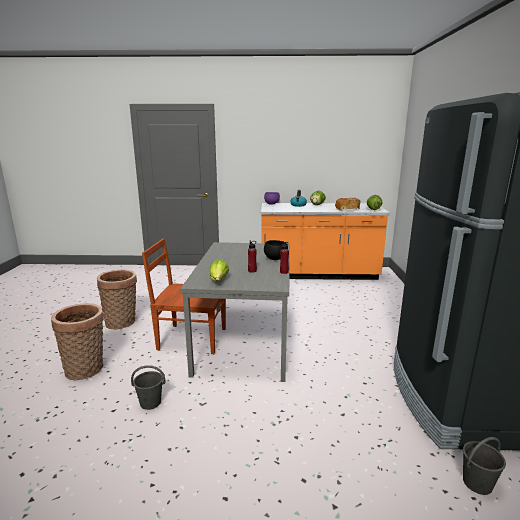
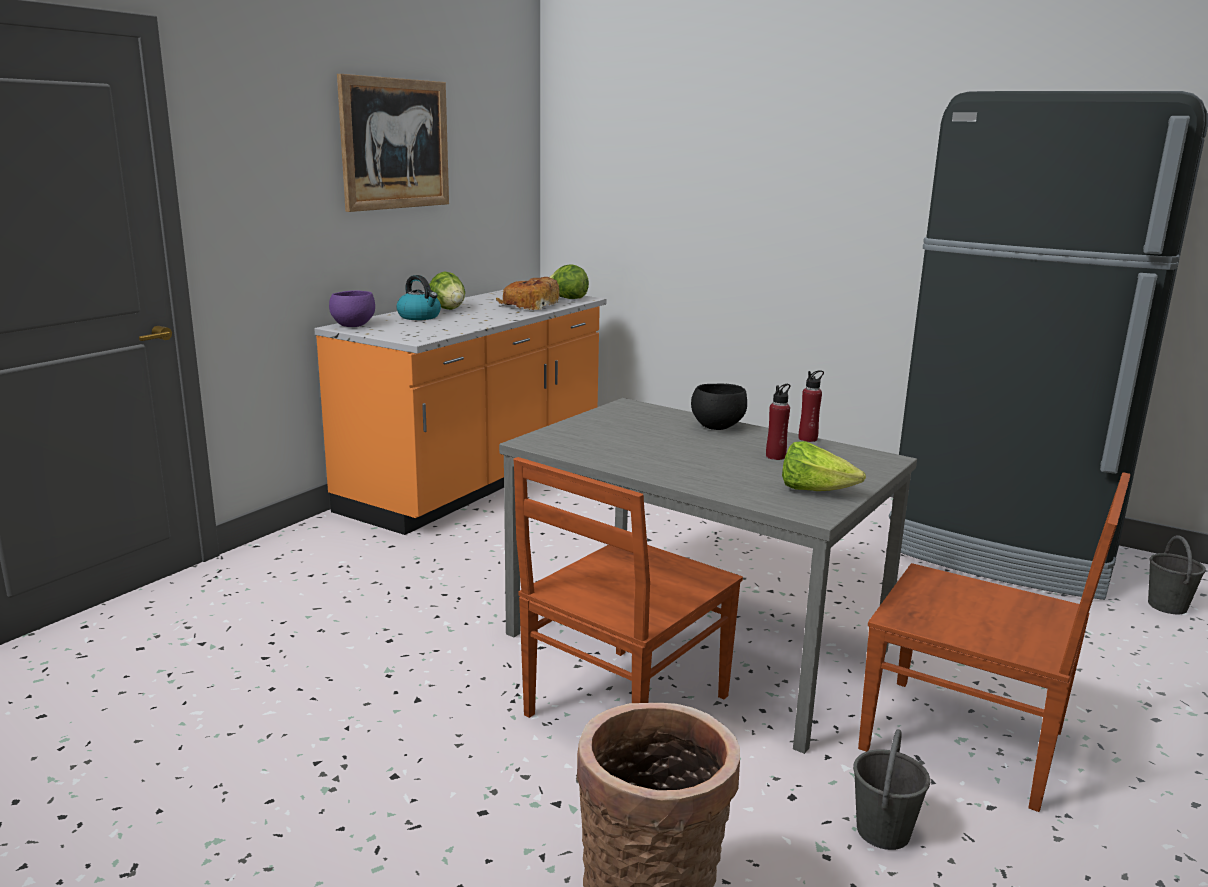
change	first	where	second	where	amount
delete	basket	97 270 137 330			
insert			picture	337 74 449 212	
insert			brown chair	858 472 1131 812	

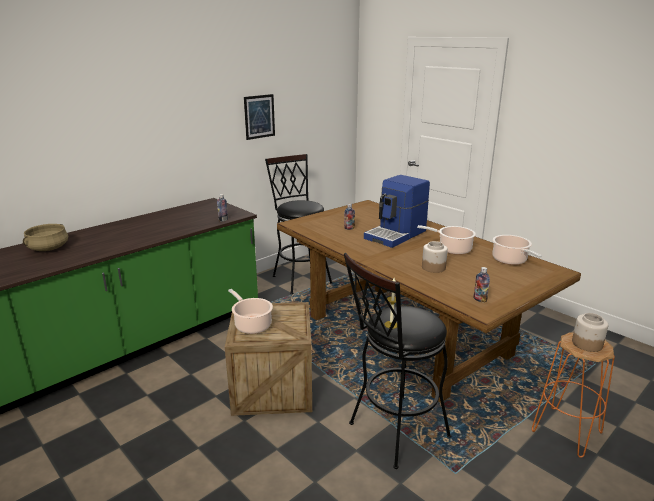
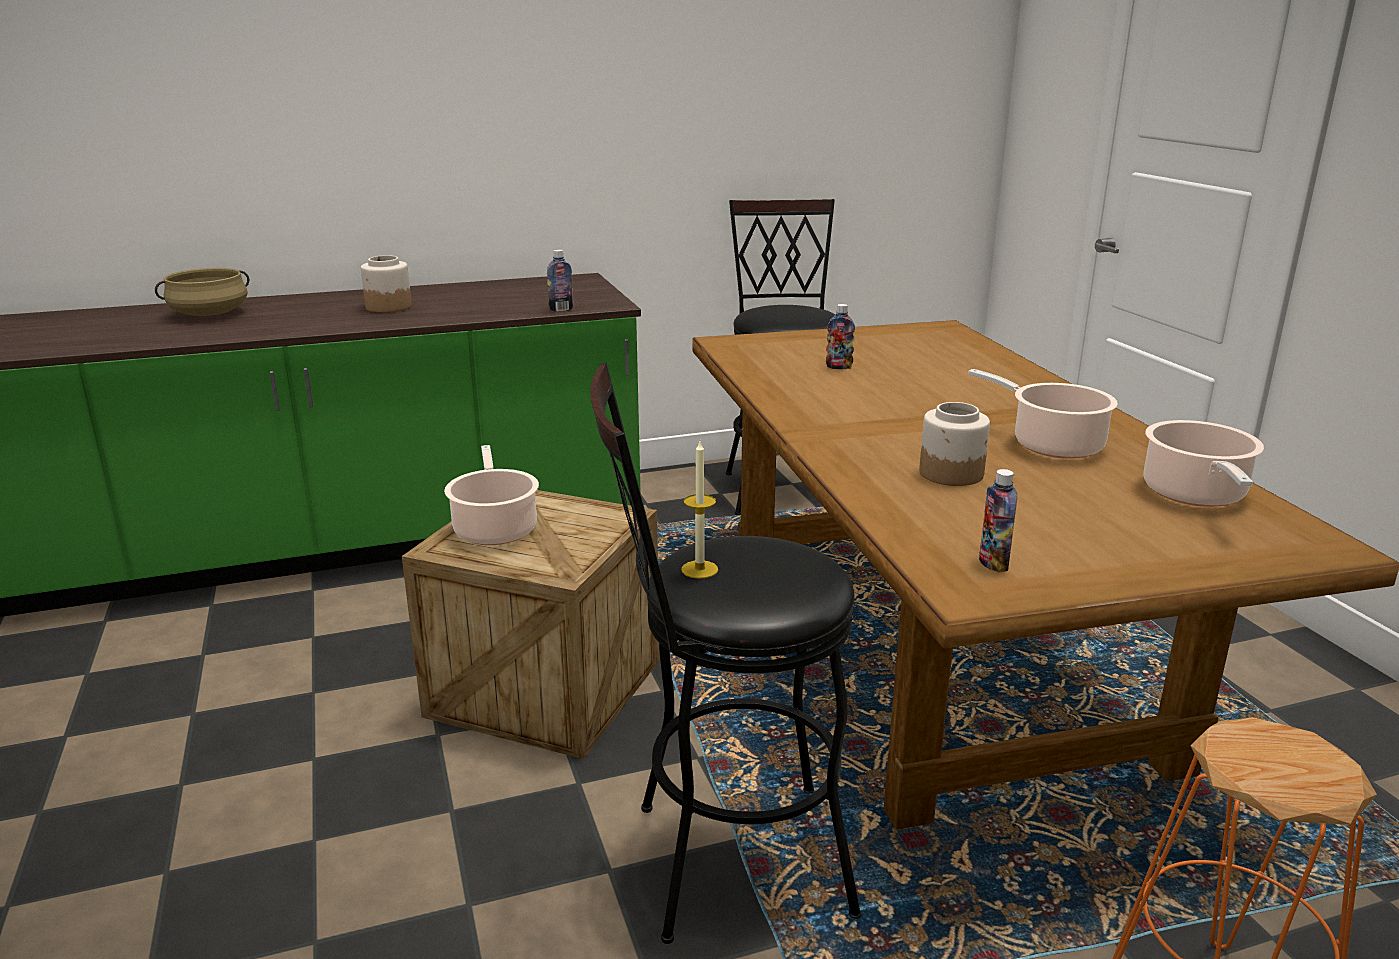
change	first	where	second	where	amount
delete	picture	244 94 275 140			
delete	coffee machine	364 175 430 248			
move	jar	572 313 608 352		361 255 412 313	

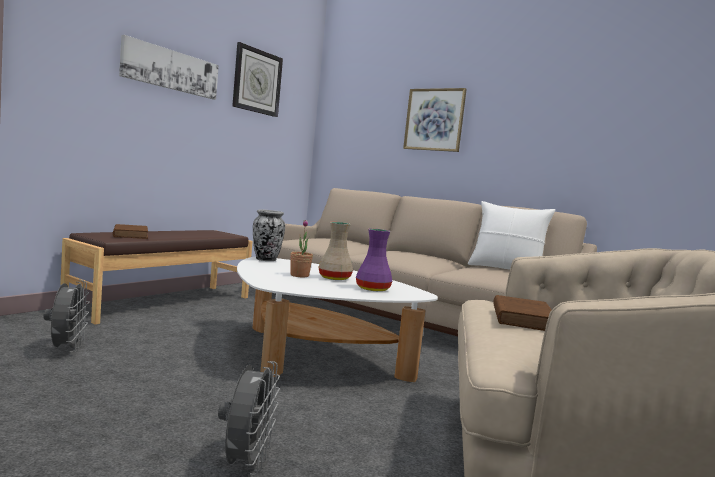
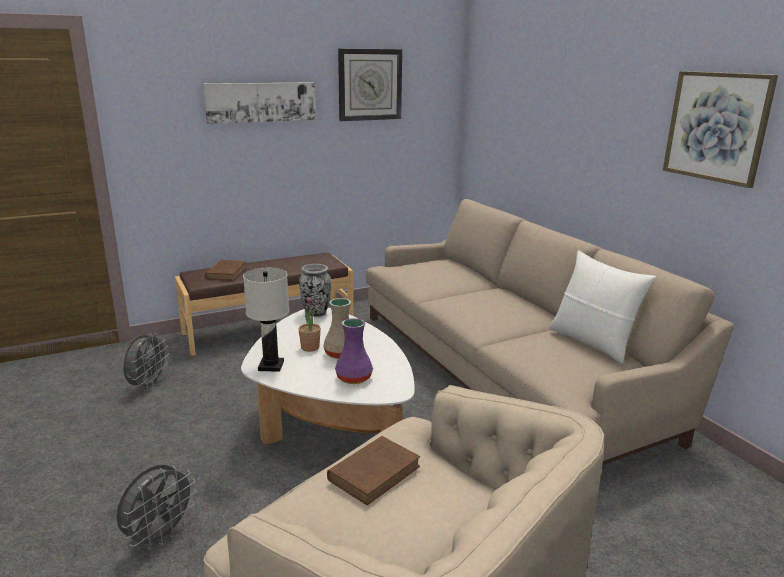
change	first	where	second	where	amount
move	picture	403 88 467 152		663 71 778 188	
insert			white table lamp	243 268 289 372	

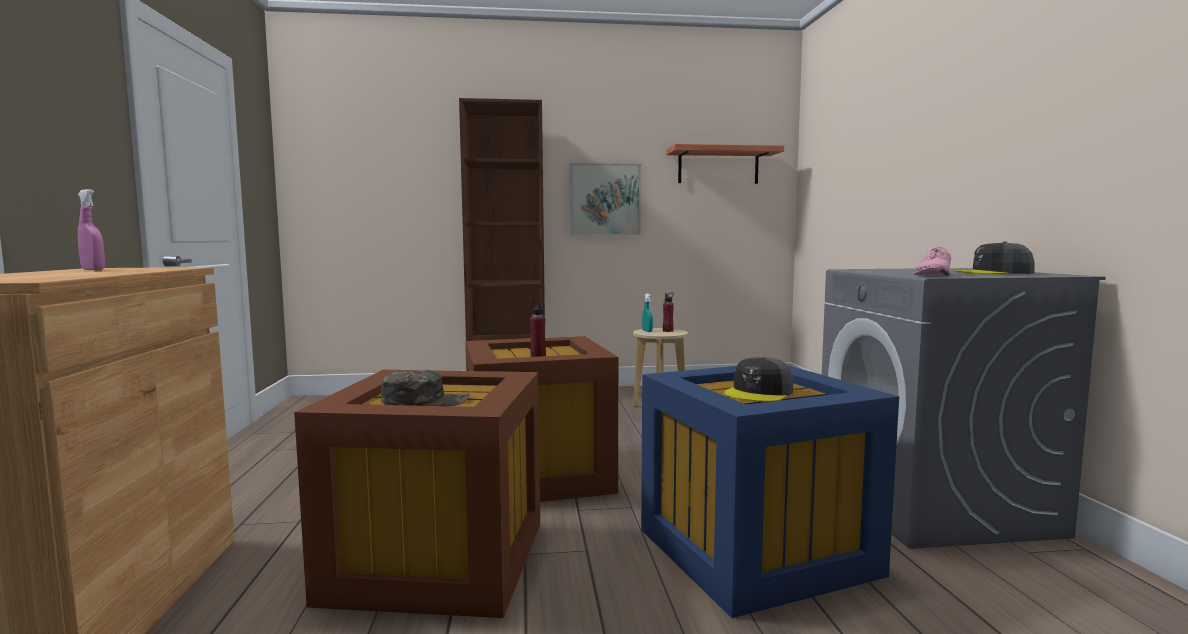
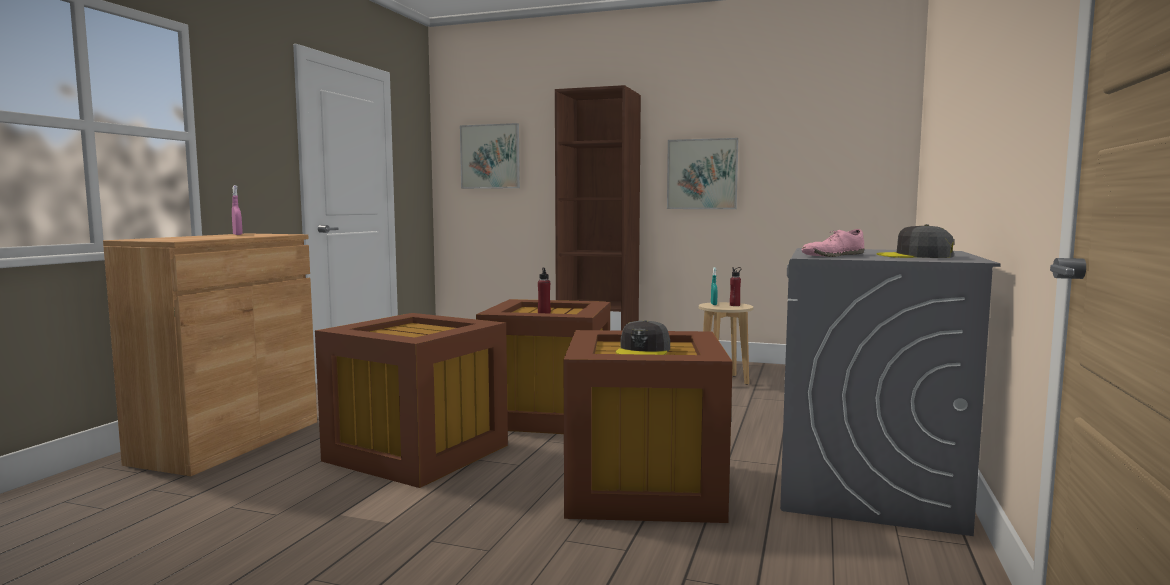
change	first	where	second	where	amount
delete	green cap	381 370 470 406			
recolor	blue storage box	641 365 899 618	brown storage box	564 330 733 523	
delete	shelf	666 144 784 184			
rotate	grey cap	724 357 793 402		616 320 670 355	45 degrees counterclockwise
insert			picture	460 123 520 189	

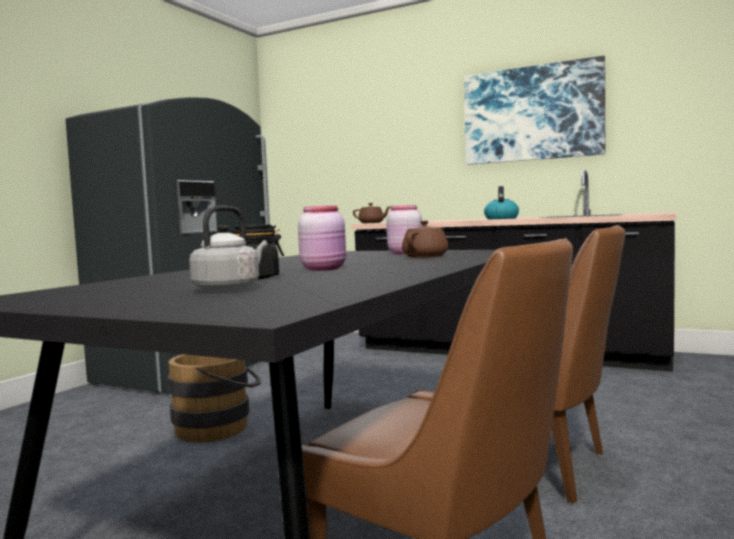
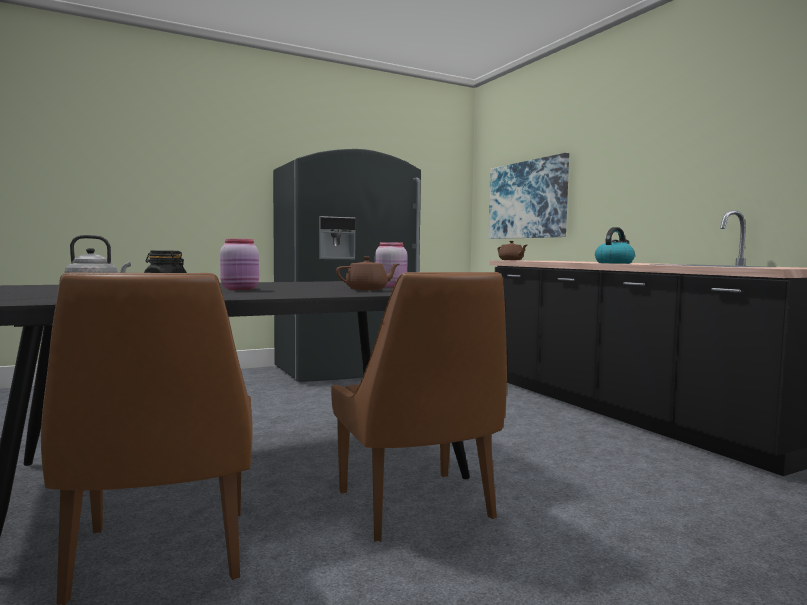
change	first	where	second	where	amount
delete	brown bucket	168 354 261 442			
move	picture	464 55 605 165		488 153 569 239	

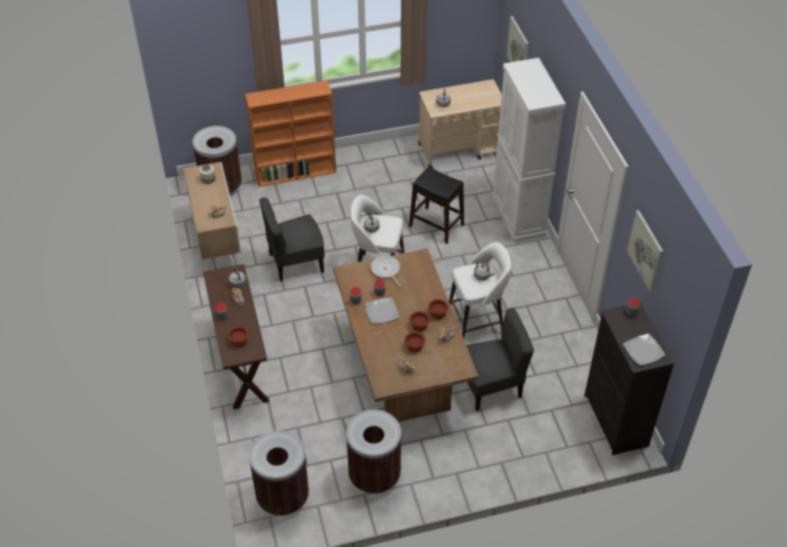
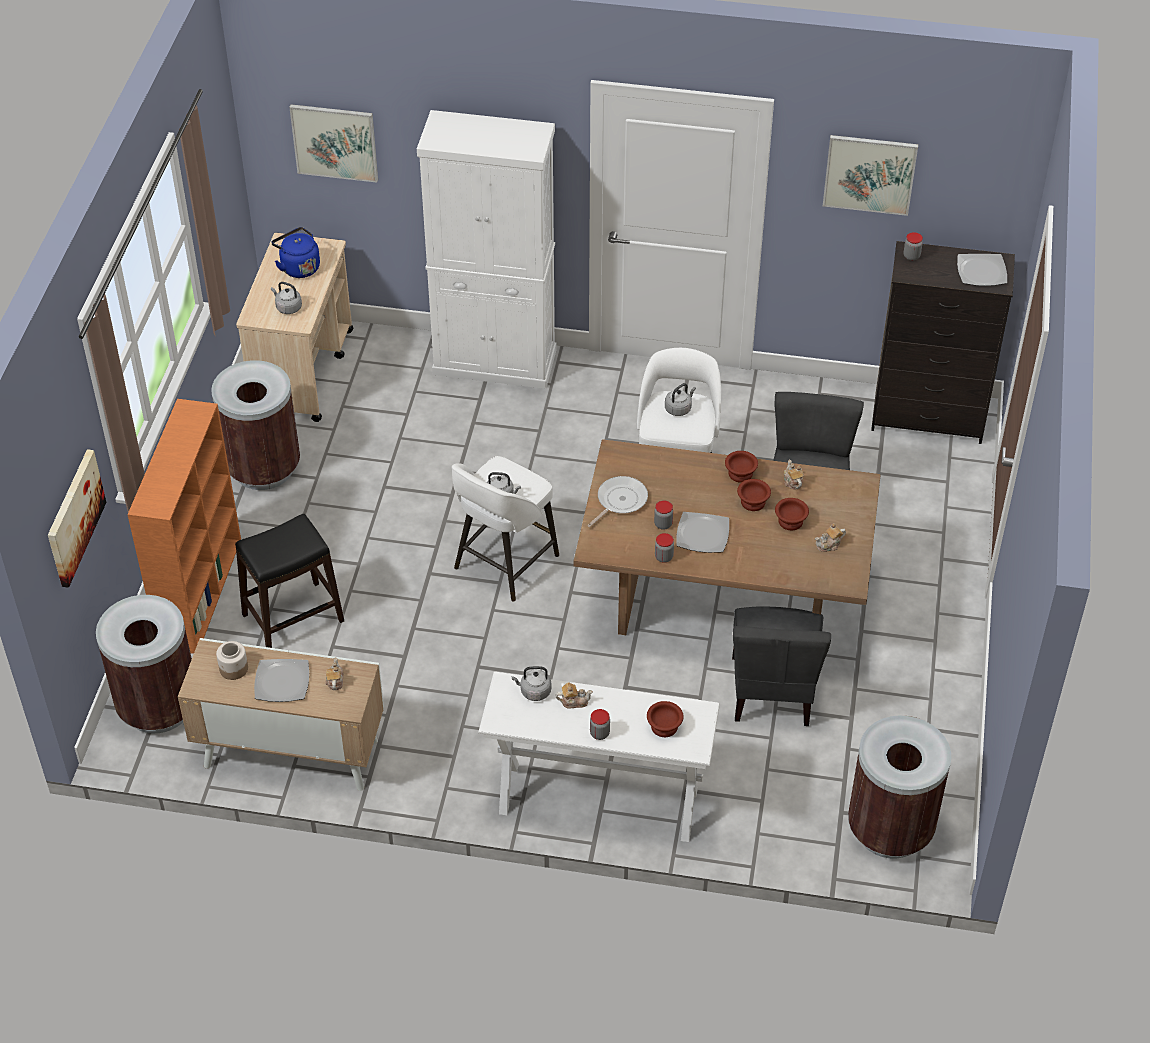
change	first	where	second	where	amount
recolor	brown console table	203 264 269 410	white console table	478 672 720 842	
move	grey chair	259 197 324 281		732 606 831 726	
move	brown trash can	346 410 401 494		211 360 300 490	
rotate	frying pan	371 256 402 288		587 476 648 527	135 degrees clockwise
move	black stool	409 167 464 244		235 514 344 648	
insert			picture	48 449 106 588	
insert			plate	254 659 309 702	
insert			blue kettle	271 227 320 278	

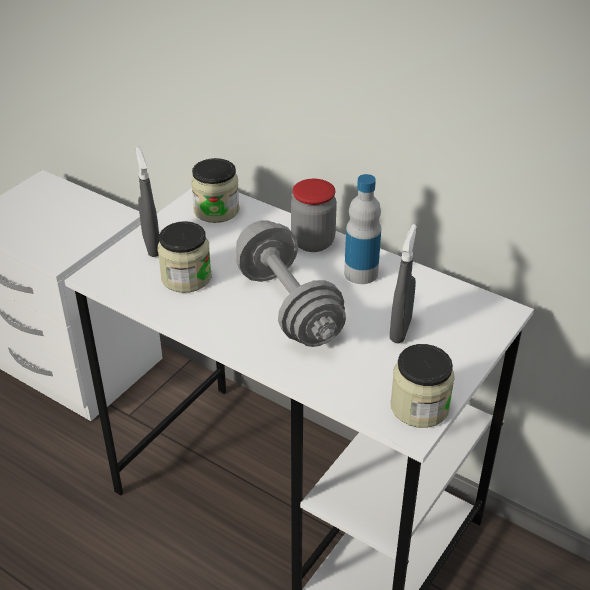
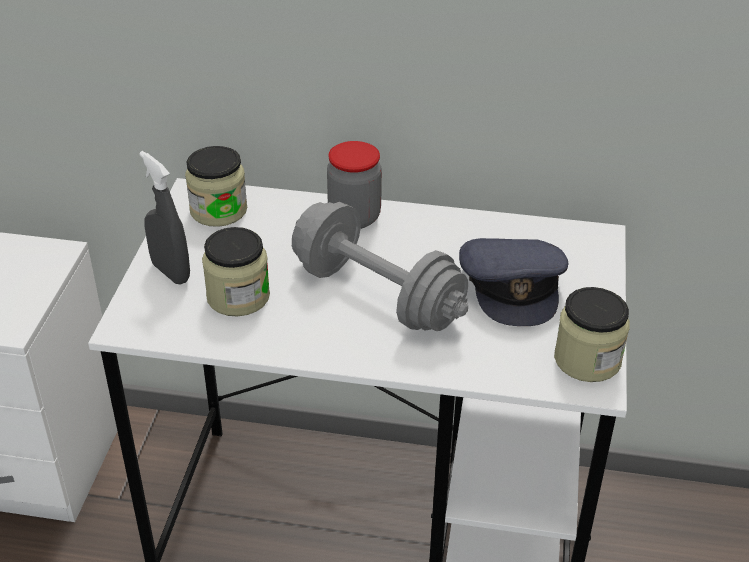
change	first	where	second	where	amount
delete	bottle	344 174 381 284			
replace	grey spray bottle	390 224 417 343	grey cap	459 238 568 326	

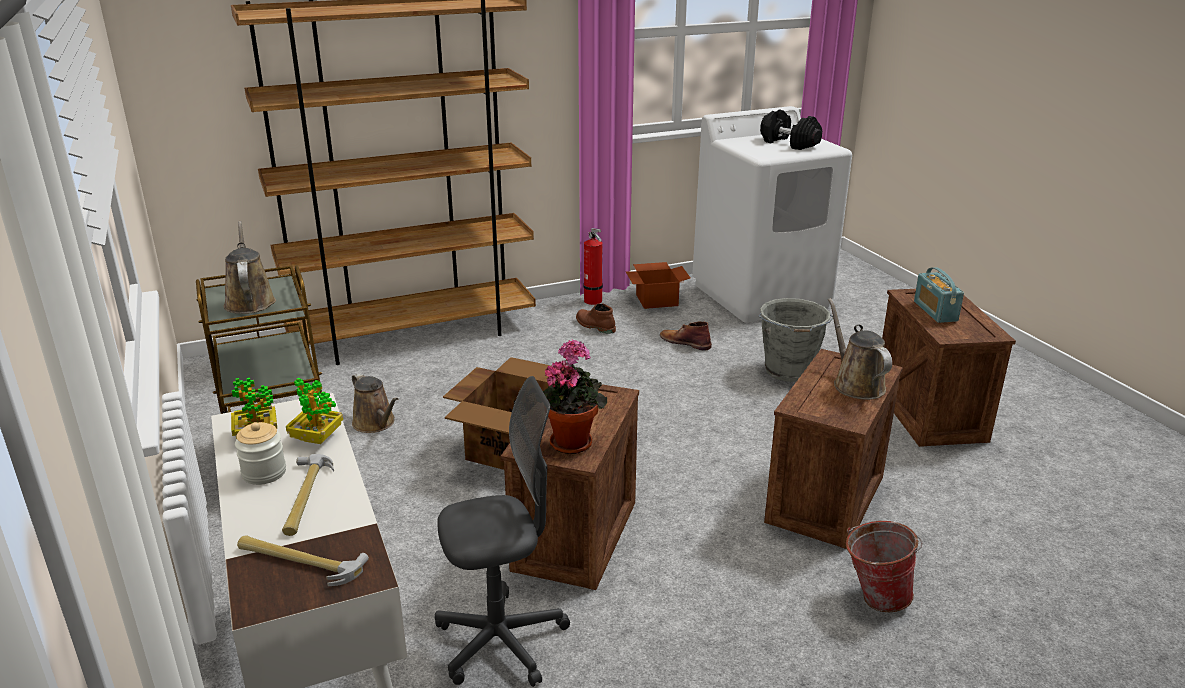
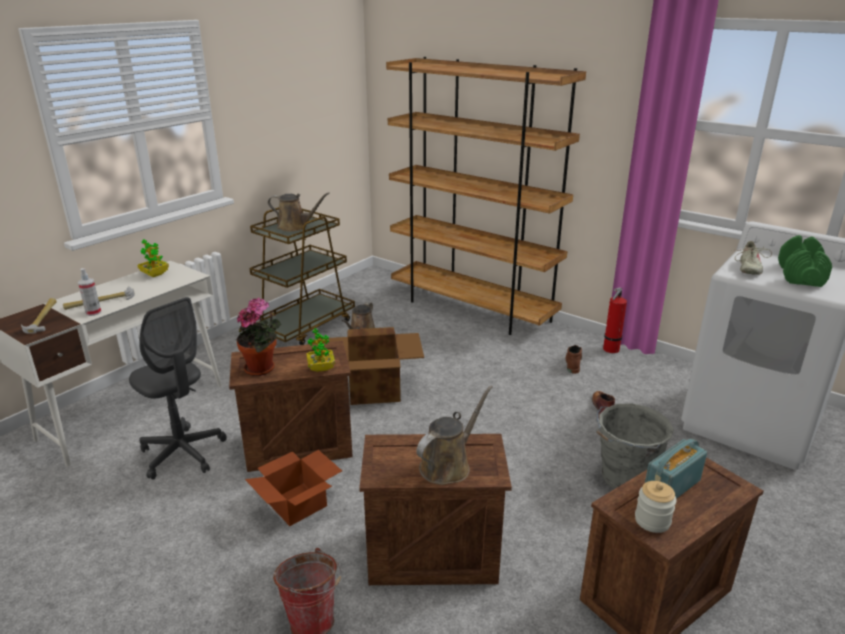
change	first	where	second	where	amount
rotate	brown watering can	224 221 276 314		268 192 330 232	60 degrees clockwise
move	jar	235 422 286 485		635 481 677 533	
move	potted plant	286 378 343 444		306 328 335 372	
move	cardboard box	625 262 690 309		245 450 342 526	
recolor	black dumbbell	760 109 822 150	green dumbbell	778 235 832 287	
insert			spray bottle	78 268 101 316	
insert			beige shoe	735 241 772 275	

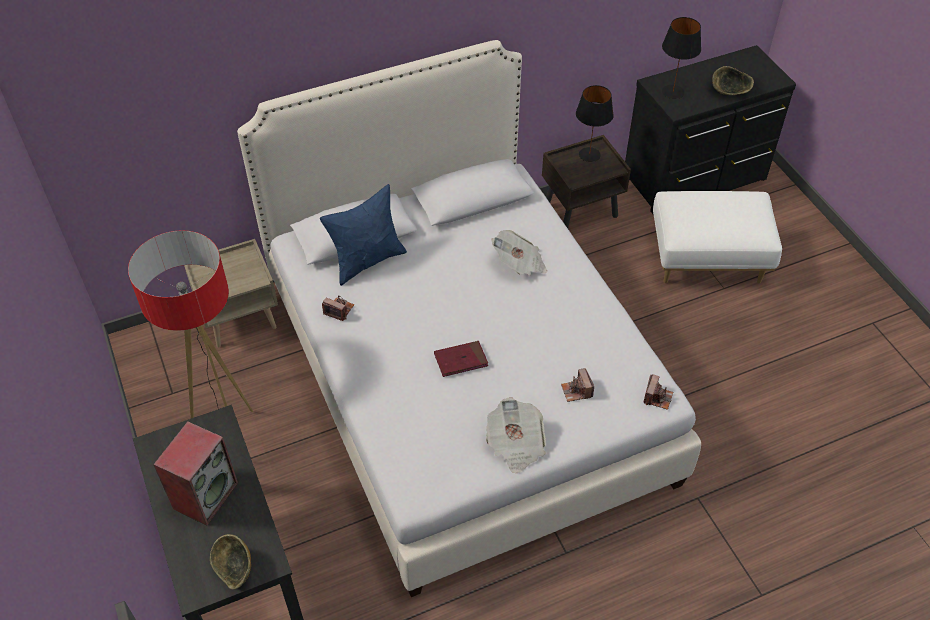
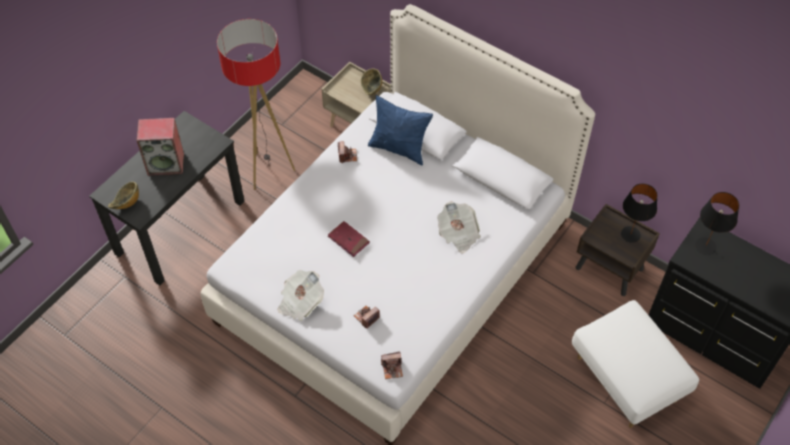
change	first	where	second	where	amount
move	bowl	712 66 754 95		361 69 382 95	

